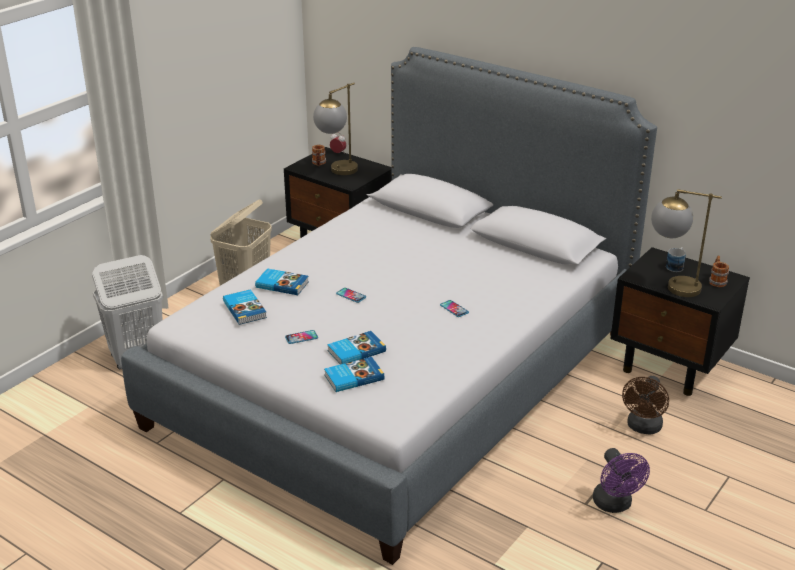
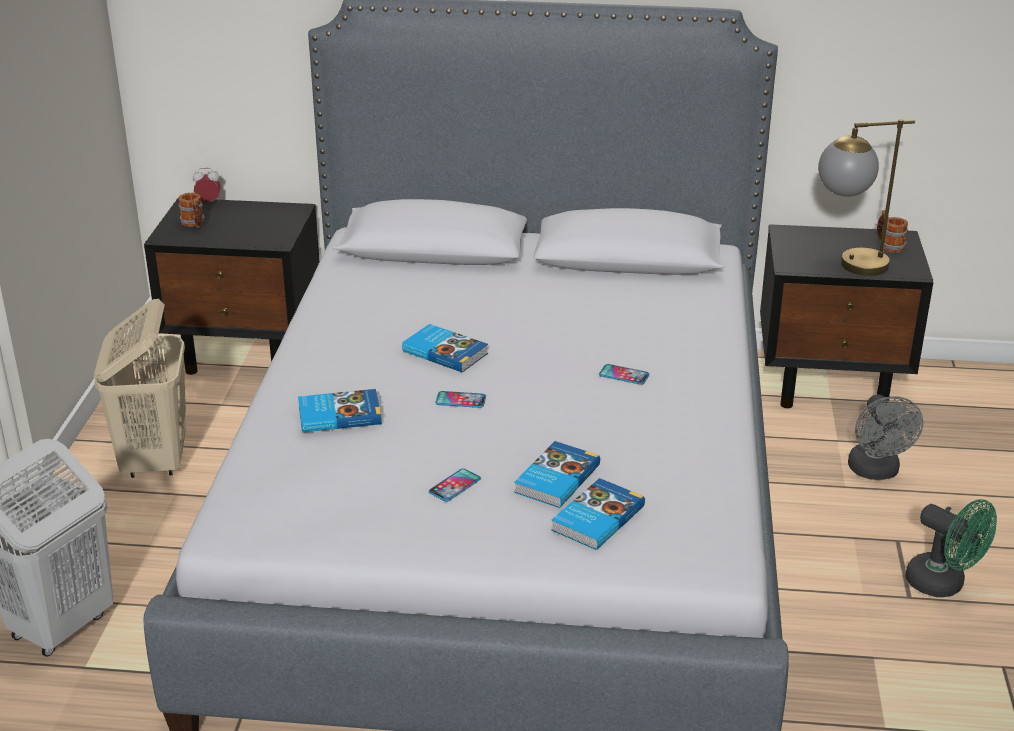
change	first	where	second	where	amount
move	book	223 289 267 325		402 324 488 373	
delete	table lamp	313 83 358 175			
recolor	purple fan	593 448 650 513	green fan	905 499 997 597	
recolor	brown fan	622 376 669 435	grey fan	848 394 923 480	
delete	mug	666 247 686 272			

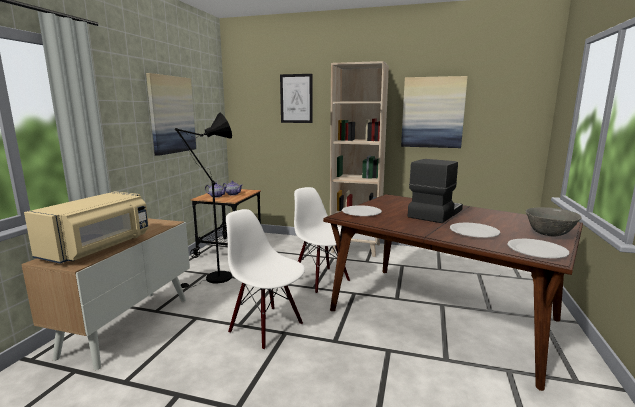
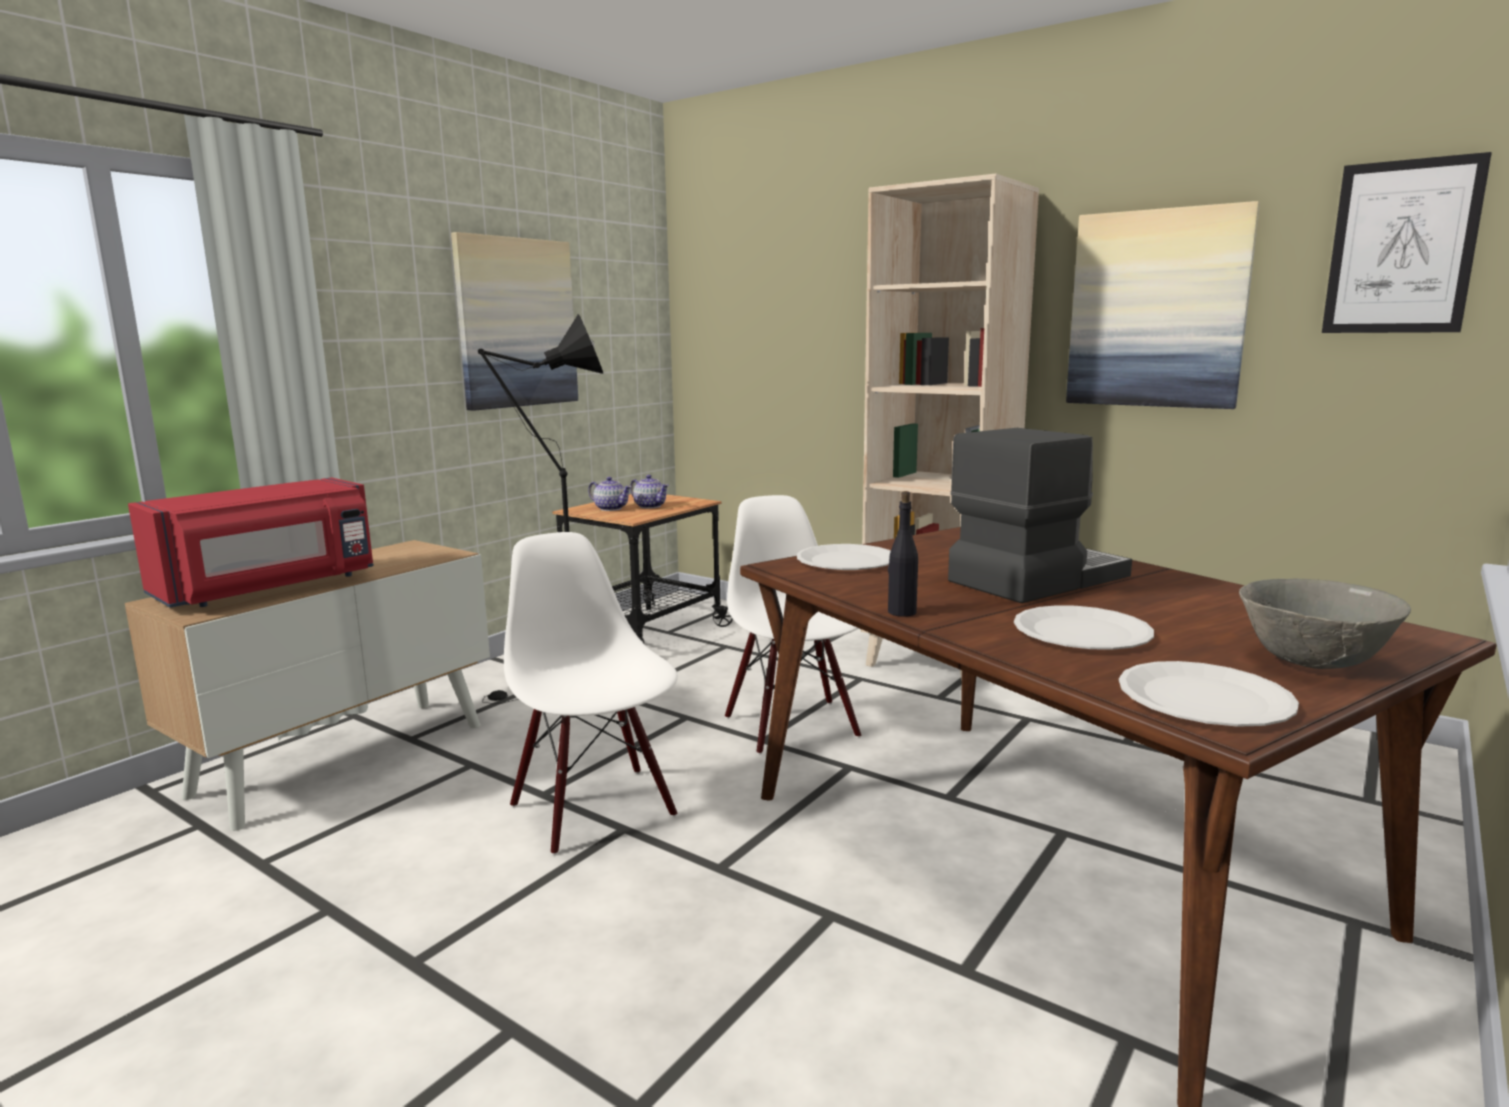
change	first	where	second	where	amount
recolor	beige microwave	24 191 149 264	red microwave	128 477 374 608	
move	picture	280 74 313 123		1322 152 1492 333	
insert			black bottle	888 491 918 617	

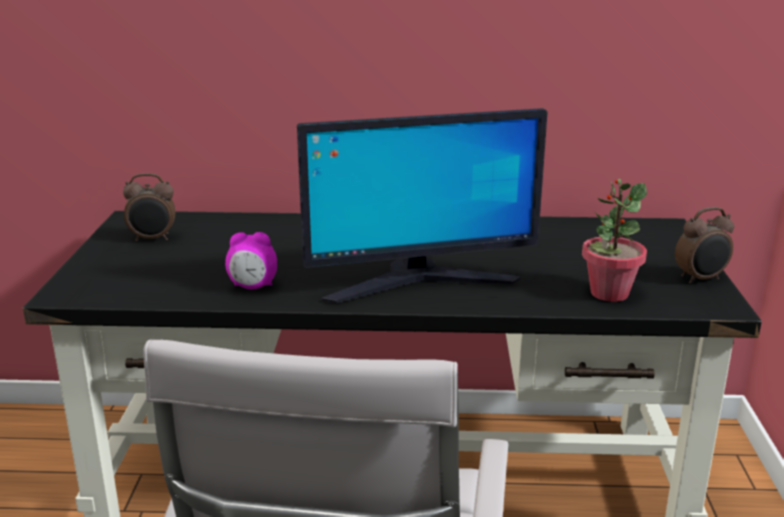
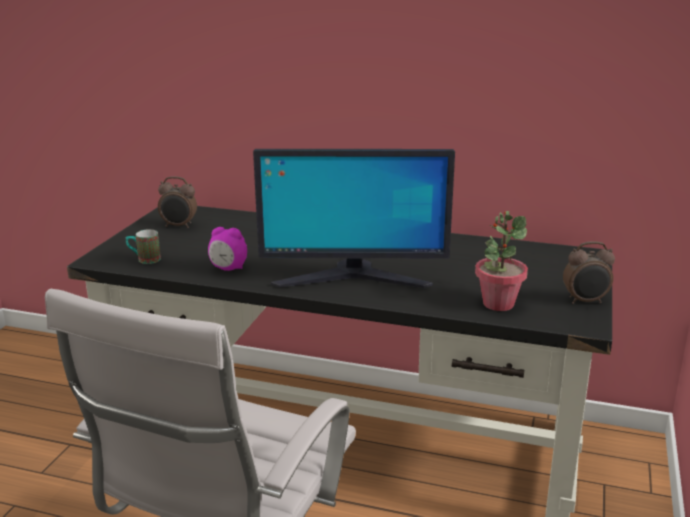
change	first	where	second	where	amount
insert			mug	126 229 161 264	

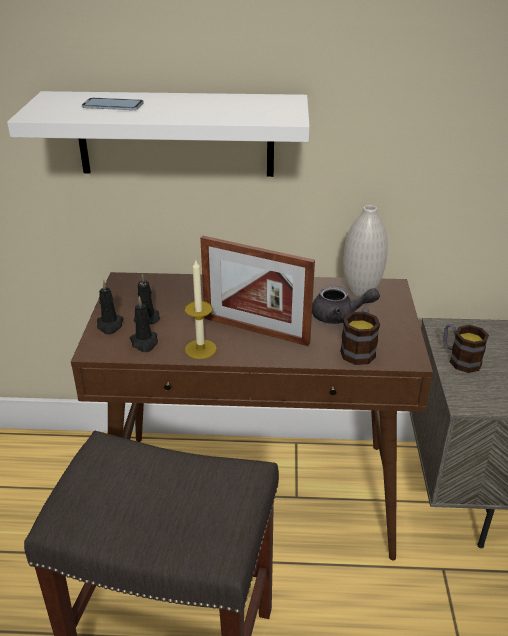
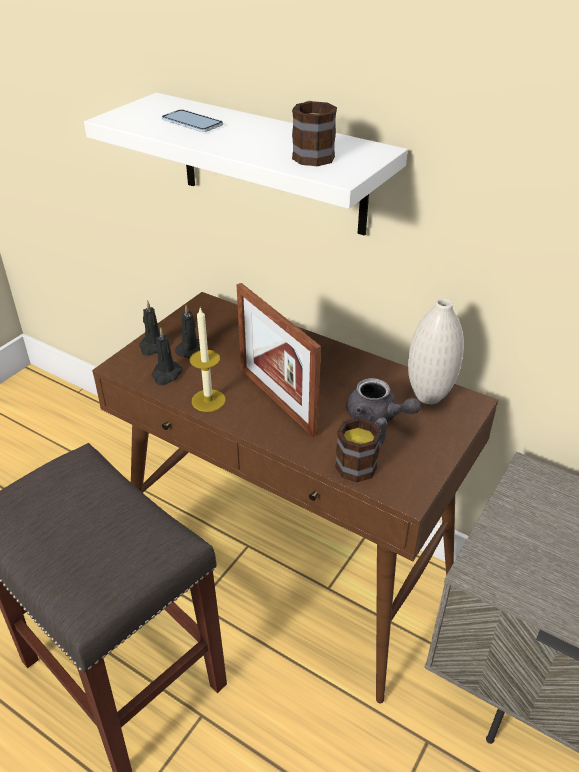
change	first	where	second	where	amount
move	mug	443 324 489 373		292 101 337 166	

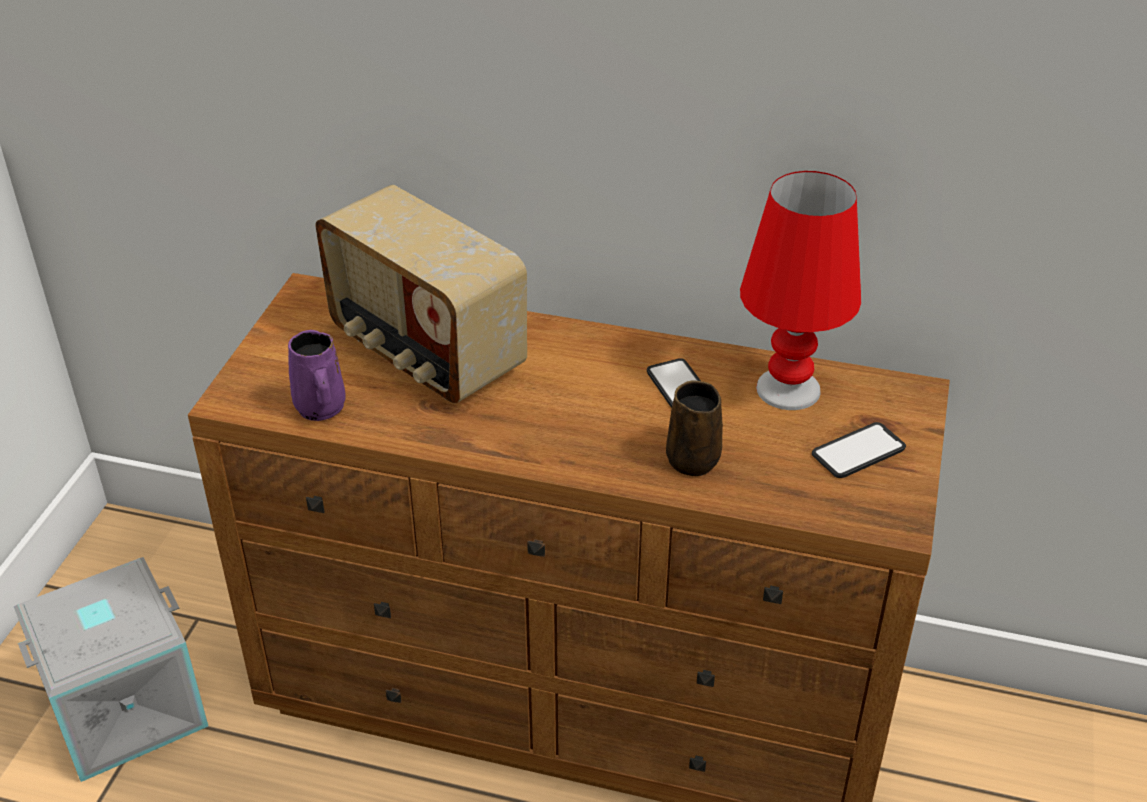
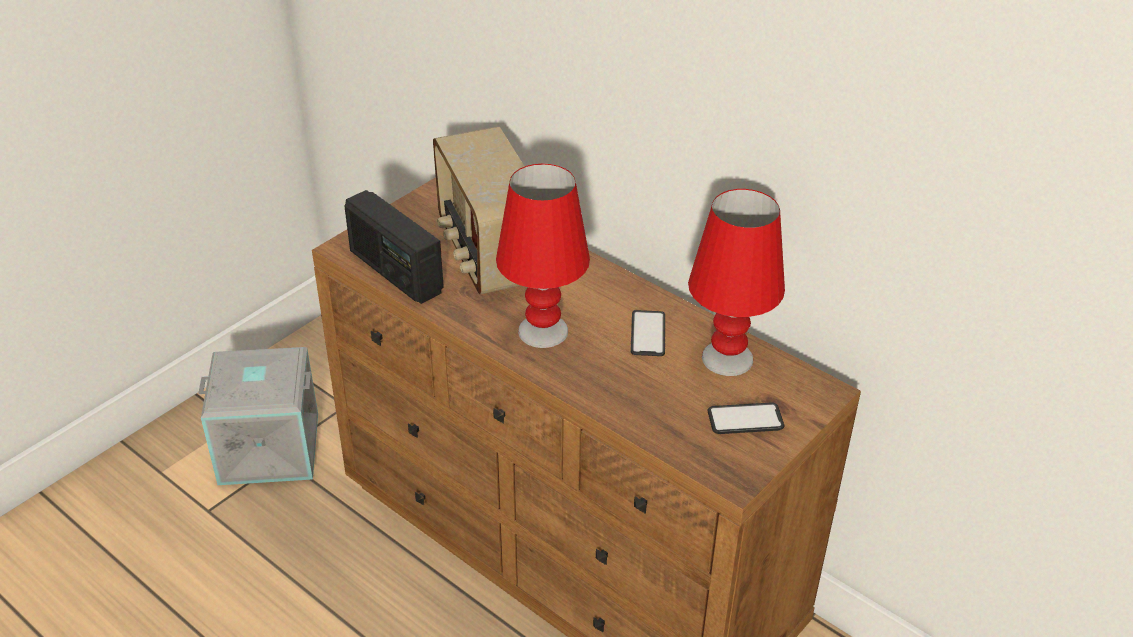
change	first	where	second	where	amount
replace	purple mug	288 330 346 421	radio	344 190 444 304	
delete	brown mug	666 380 723 476			
insert			red table lamp	496 164 590 348	

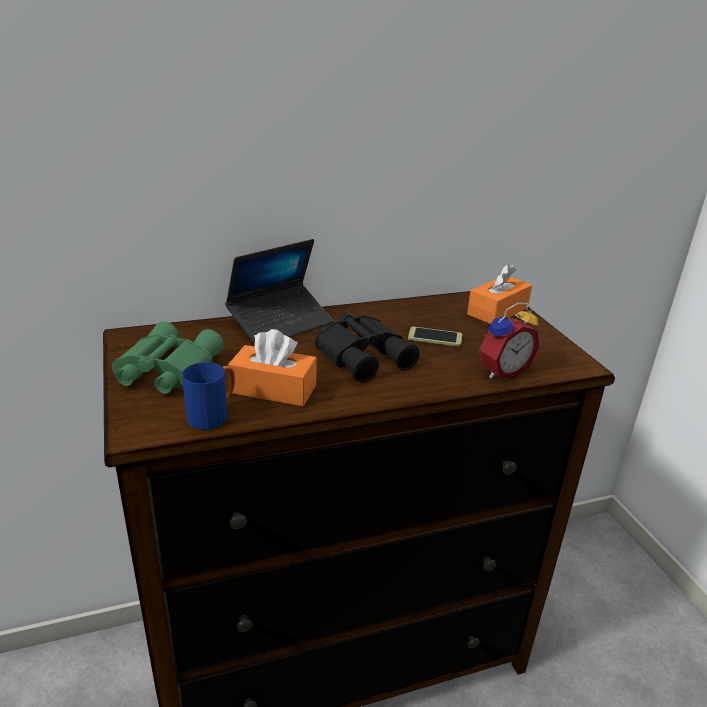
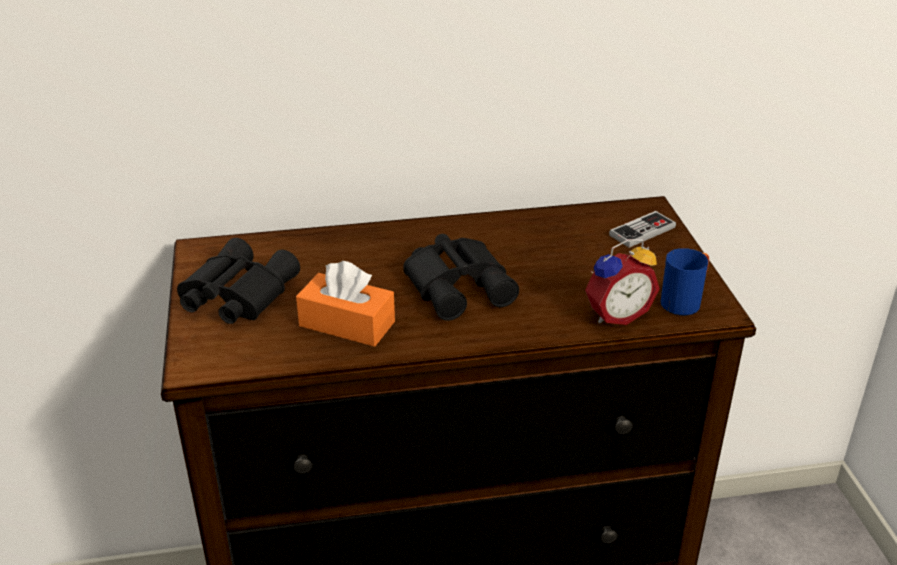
change	first	where	second	where	amount
recolor	green binoculars	112 322 224 394	black binoculars	177 238 300 324	
move	blue mug	182 362 235 430		661 248 709 315	
delete	laptop	225 239 333 344			
delete	phone	408 327 463 346			
replace	orange tissue box	467 263 532 324	game controller	609 211 676 248	

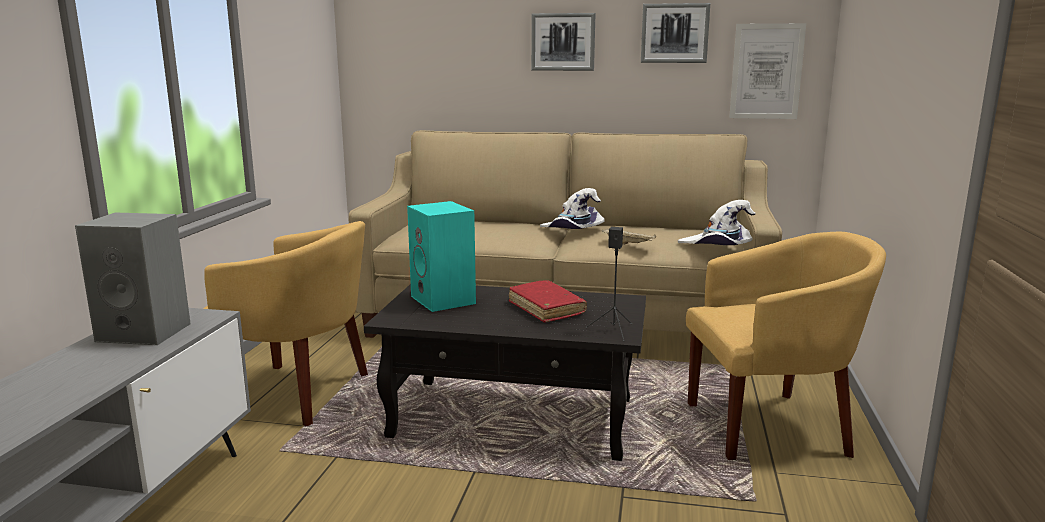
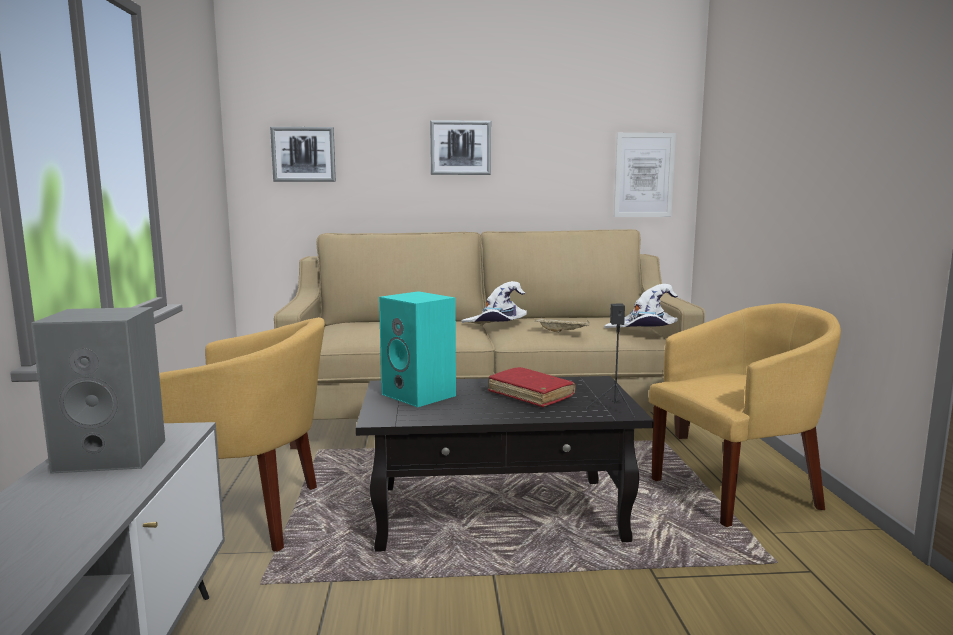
change	first	where	second	where	amount
move	picture	641 3 710 63		270 127 336 182	

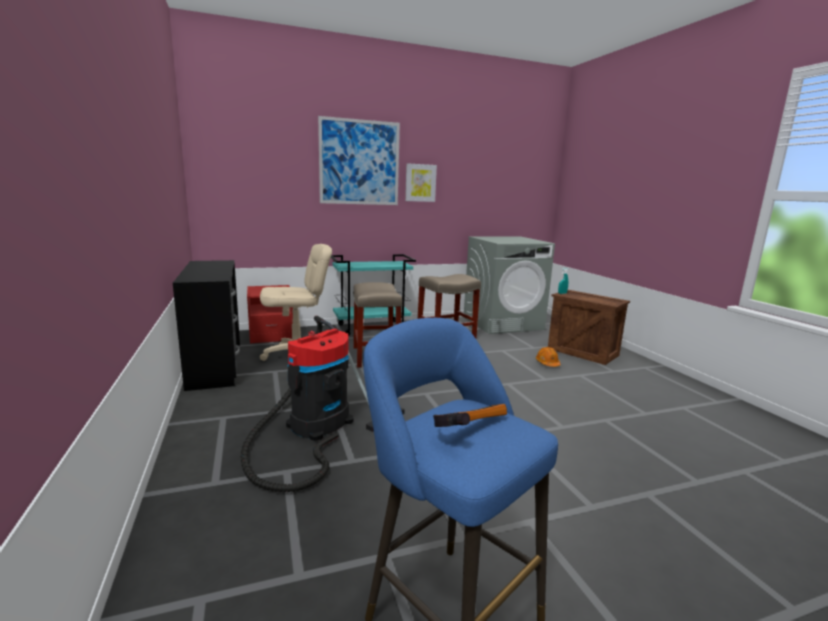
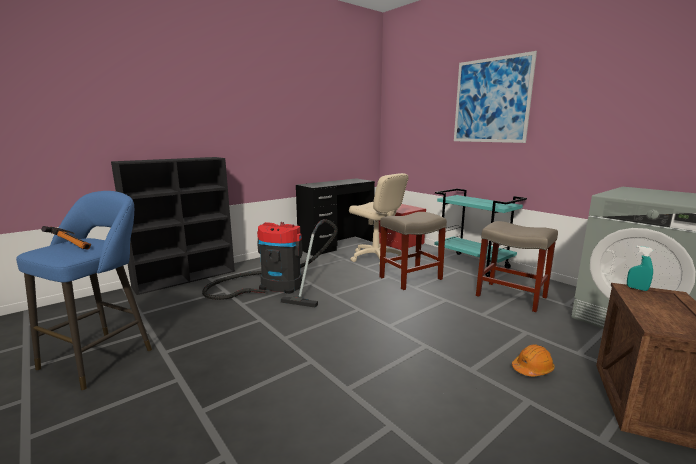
change	first	where	second	where	amount
delete	picture	405 163 437 202			
insert			black bookcase	111 157 235 295	

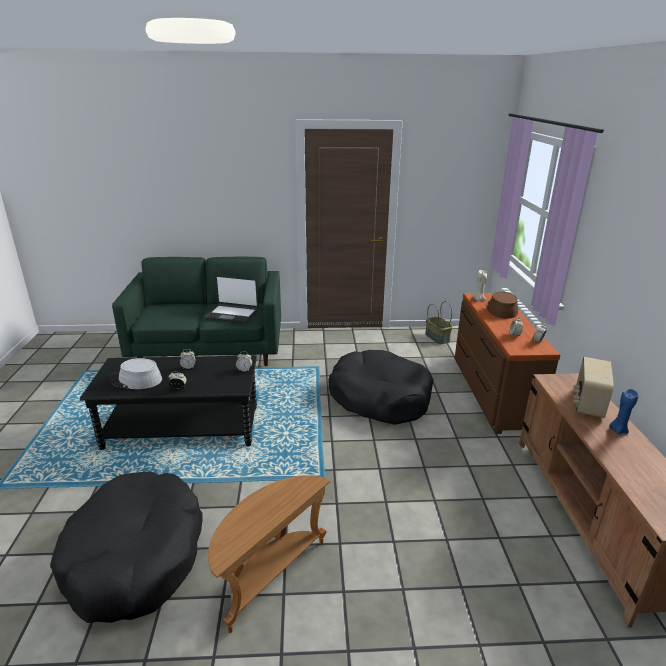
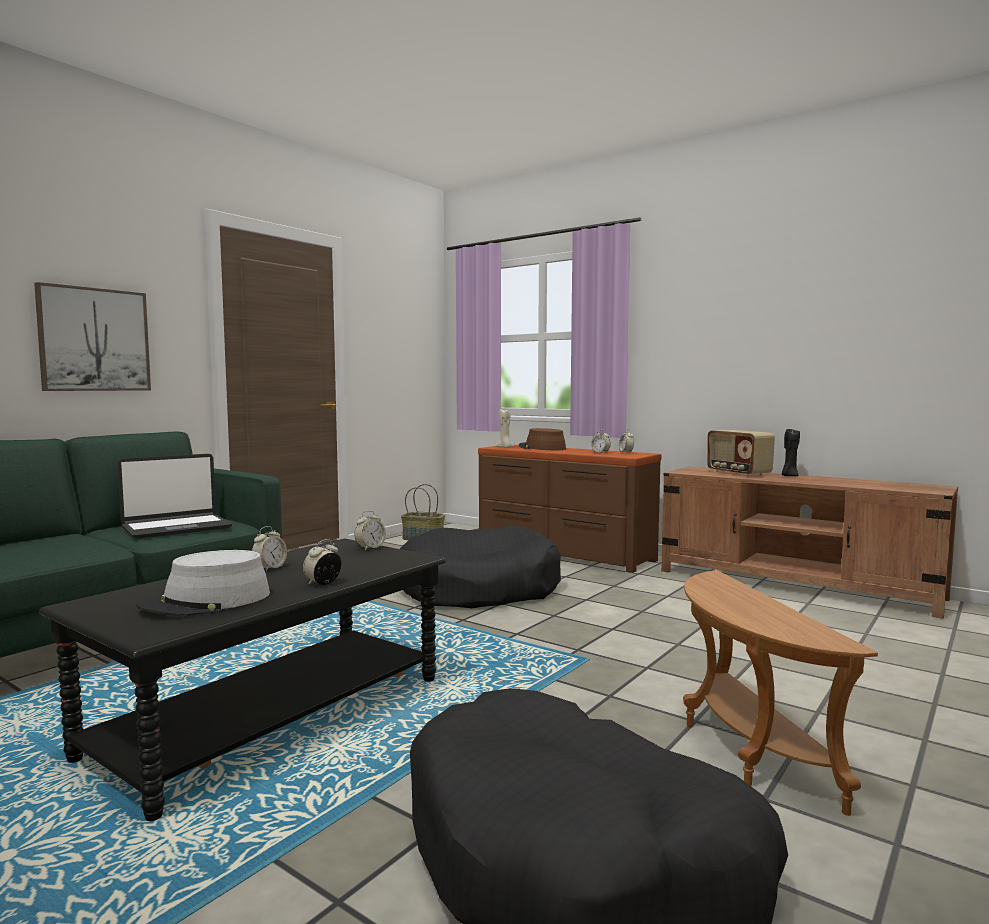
change	first	where	second	where	amount
recolor	blue candle	609 389 639 435	black candle	782 428 800 476	
insert			picture	34 282 151 391	

